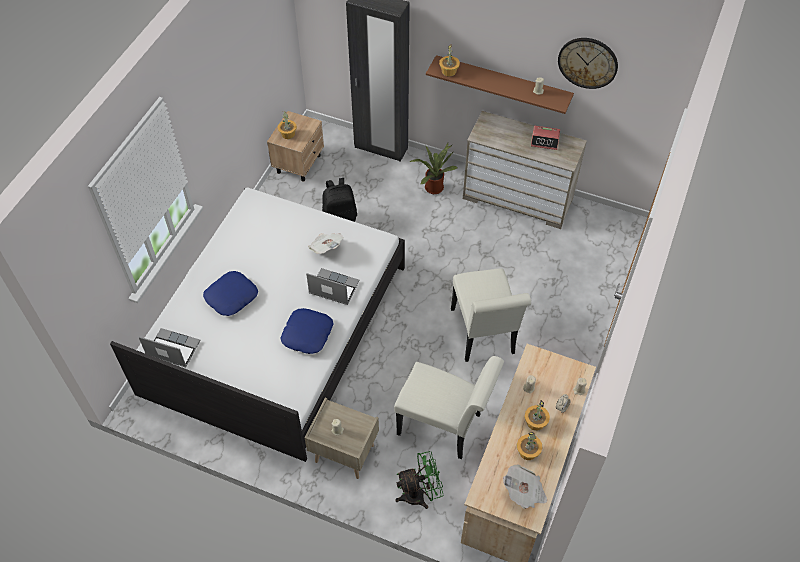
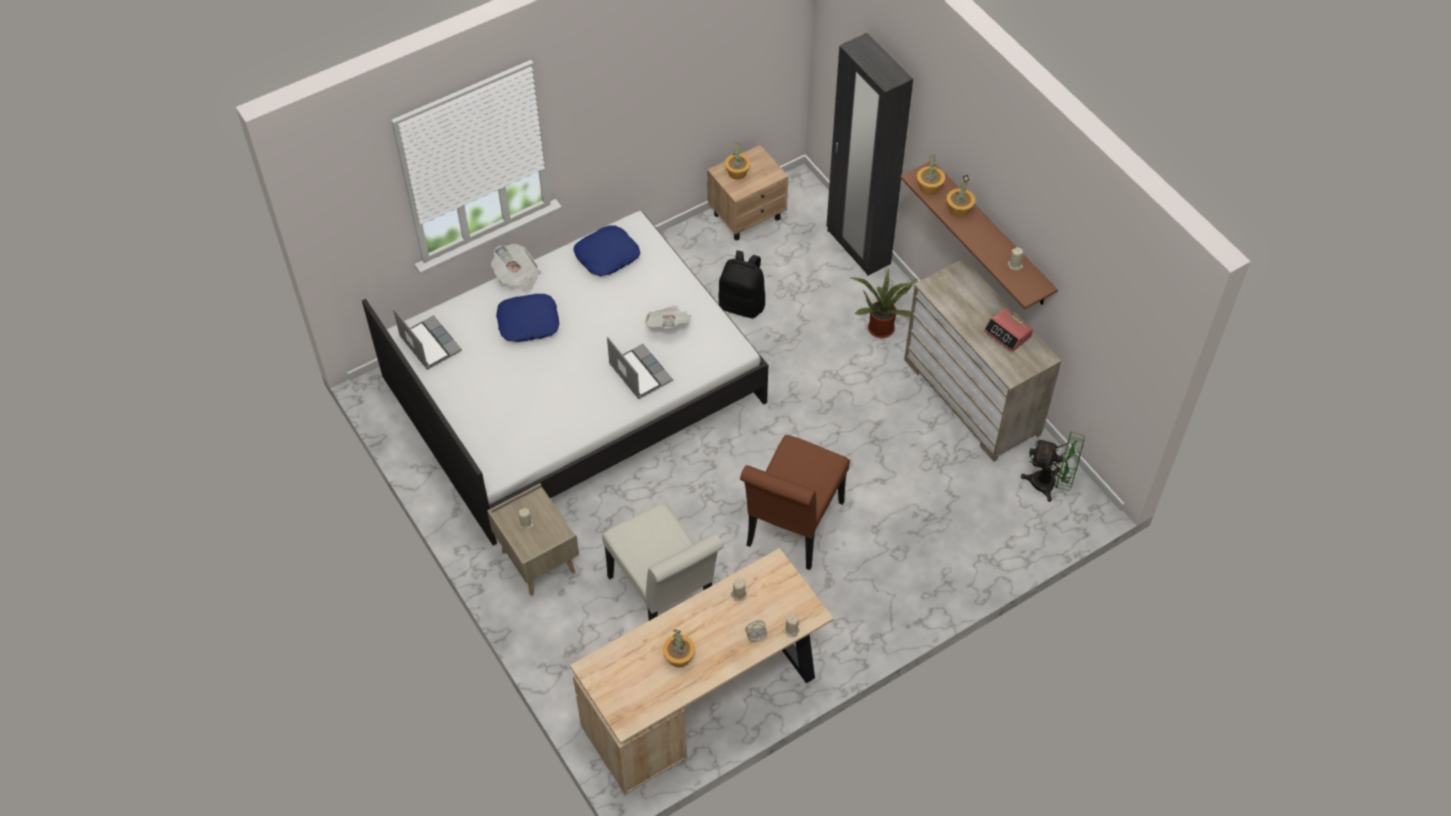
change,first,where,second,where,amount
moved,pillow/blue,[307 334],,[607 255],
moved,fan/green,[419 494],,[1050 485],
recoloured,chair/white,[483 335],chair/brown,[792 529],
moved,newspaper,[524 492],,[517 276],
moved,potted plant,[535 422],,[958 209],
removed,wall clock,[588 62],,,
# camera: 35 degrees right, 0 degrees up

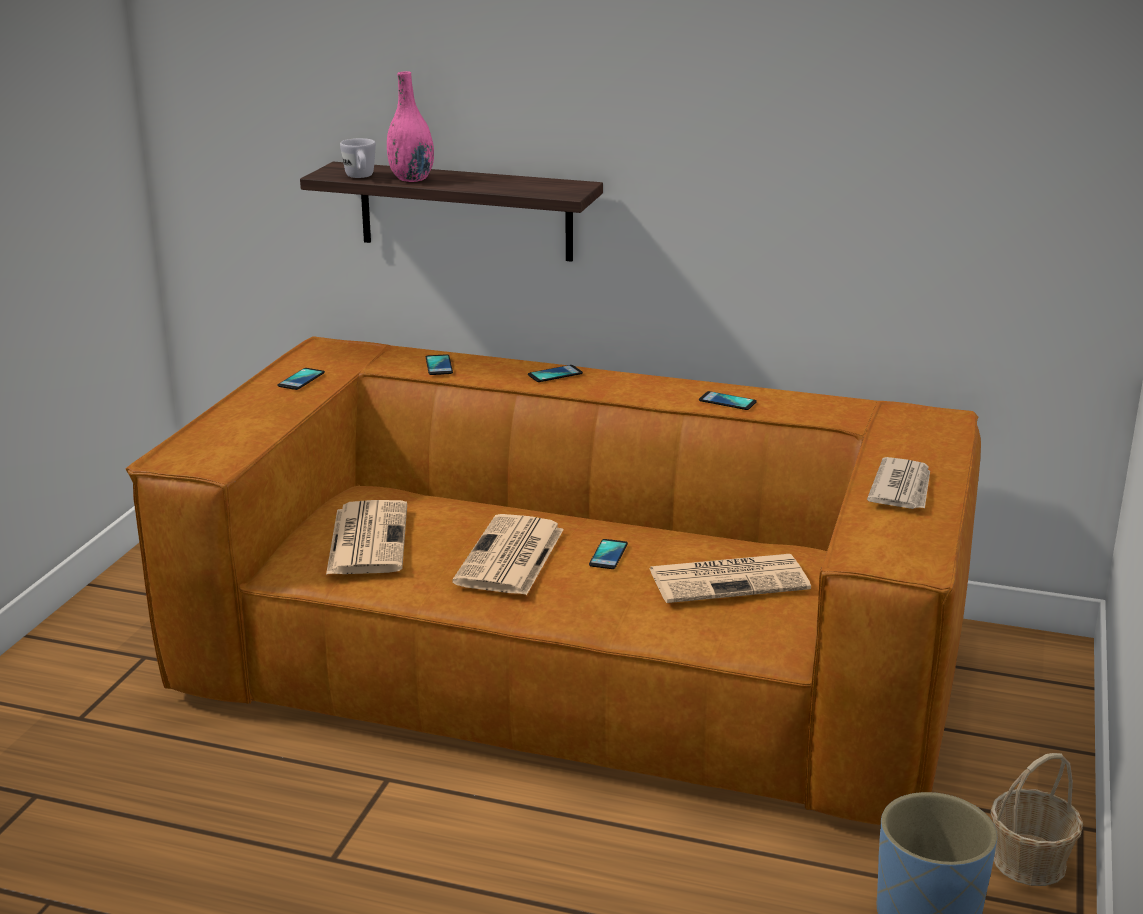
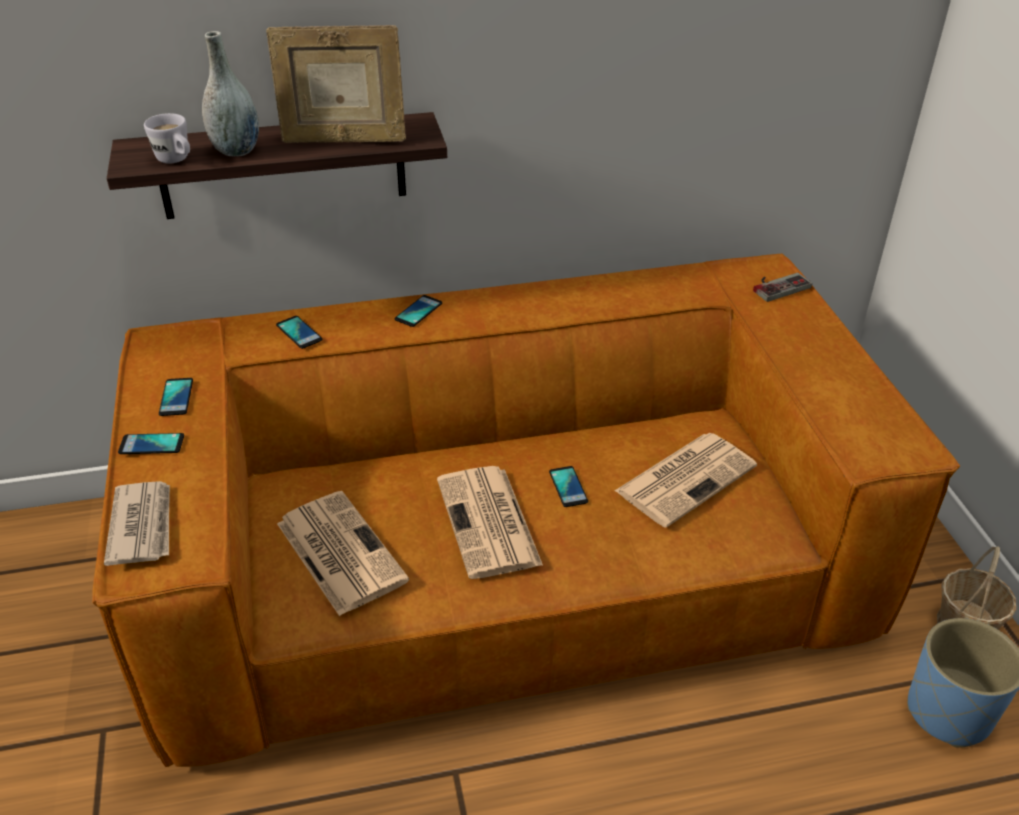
change,first,where,second,where,amount
recoloured,vase/pink,[411 179],vase/grey,[236 150],
moved,phone,[727 401],,[151 444],
moved,newspaper,[902 488],,[142 525],
added,,,picture frame,[343 140],
added,,,game controller,[777 285],
# camera: 30 degrees left, 15 degrees up

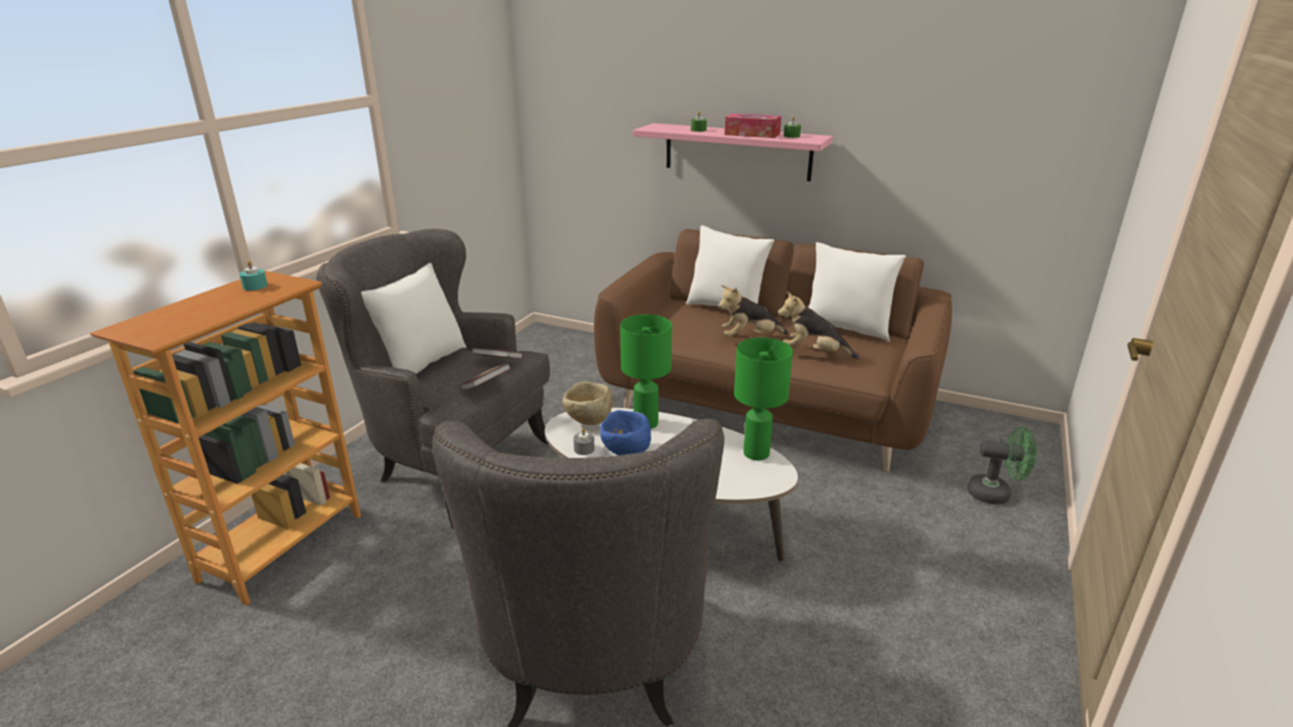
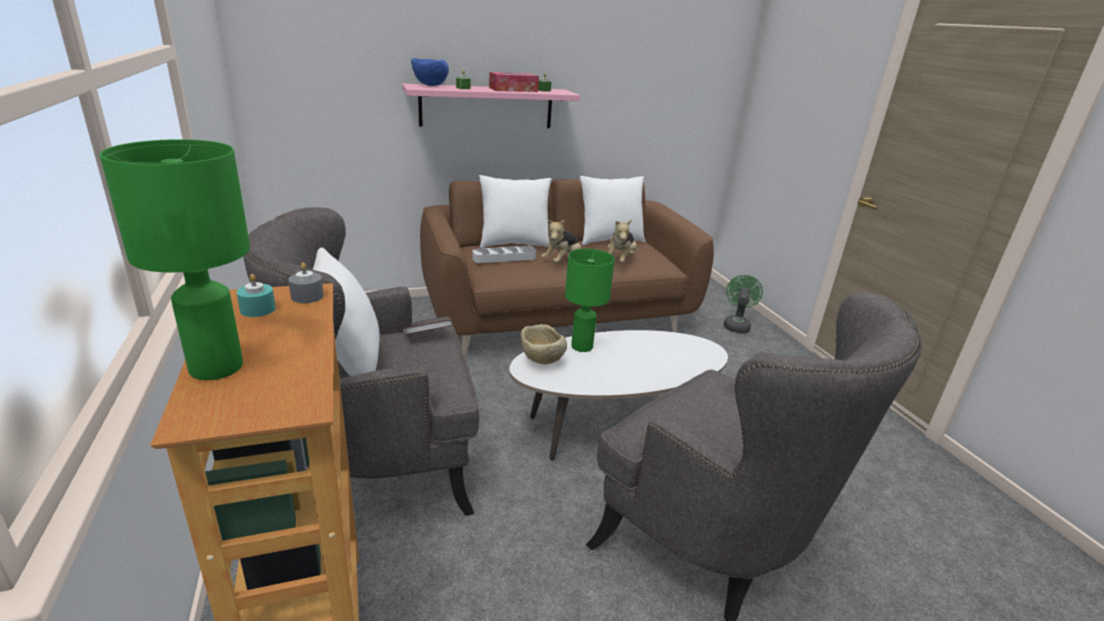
change,first,where,second,where,amount
removed,book,[486 386],,,
moved,candle/grey,[584 449],,[307 296],
moved,bowl/blue,[626 452],,[429 86],
moved,table lamp/green,[755 453],,[214 368],
turned,plush toy,[814 353],,[620 260],45 degrees counterclockwise
turned,fan/green,[996 494],,[736 325],45 degrees counterclockwise
added,,,tray/grey,[504 258],
# camera: 45 degrees left, 0 degrees up

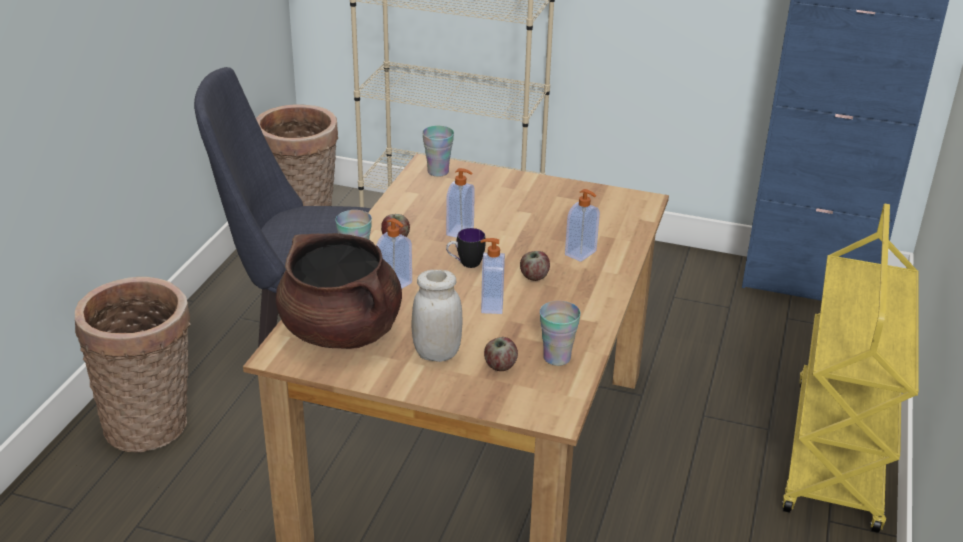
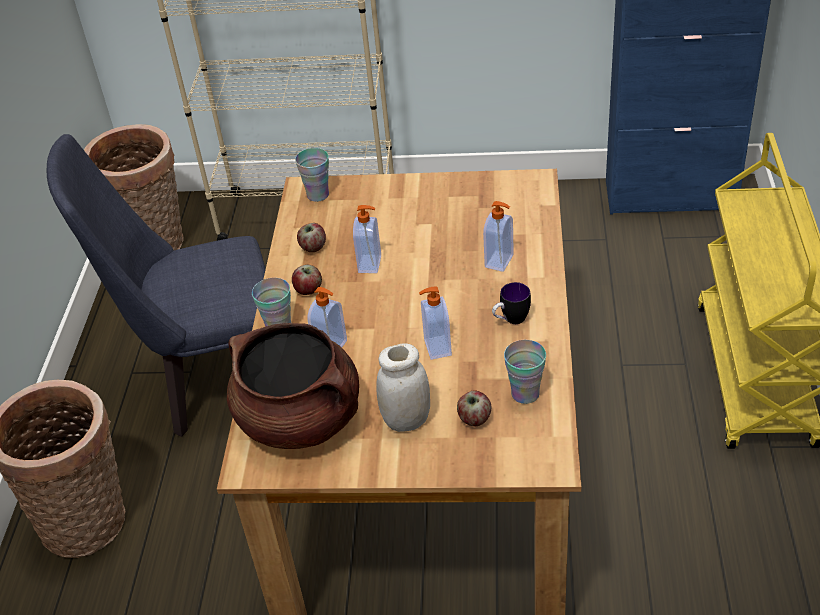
change,first,where,second,where,amount
moved,mug,[465 264],,[510 320],
moved,apple,[534 277],,[313 247],
# camera: 10 degrees left, 10 degrees up

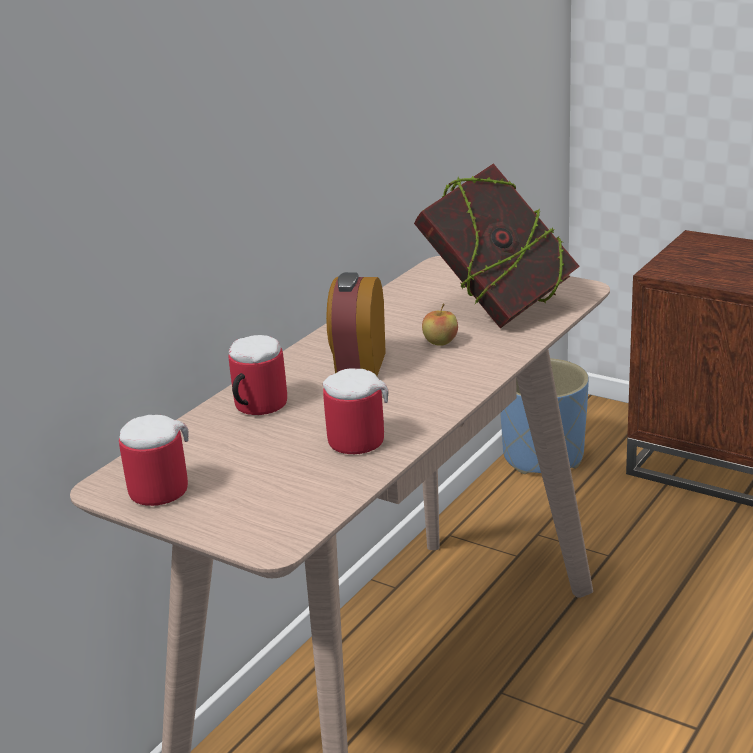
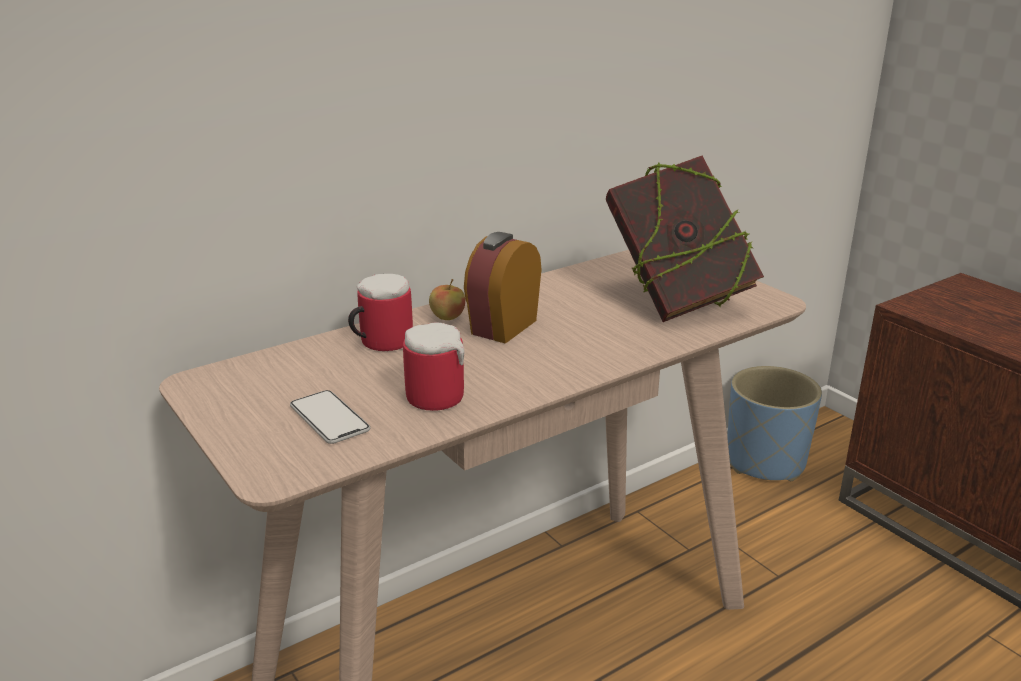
change,first,where,second,where,amount
removed,mug,[156 487],,,
moved,apple,[440 342],,[447 317],
added,,,phone,[329 418],
# camera: 20 degrees right, 0 degrees up

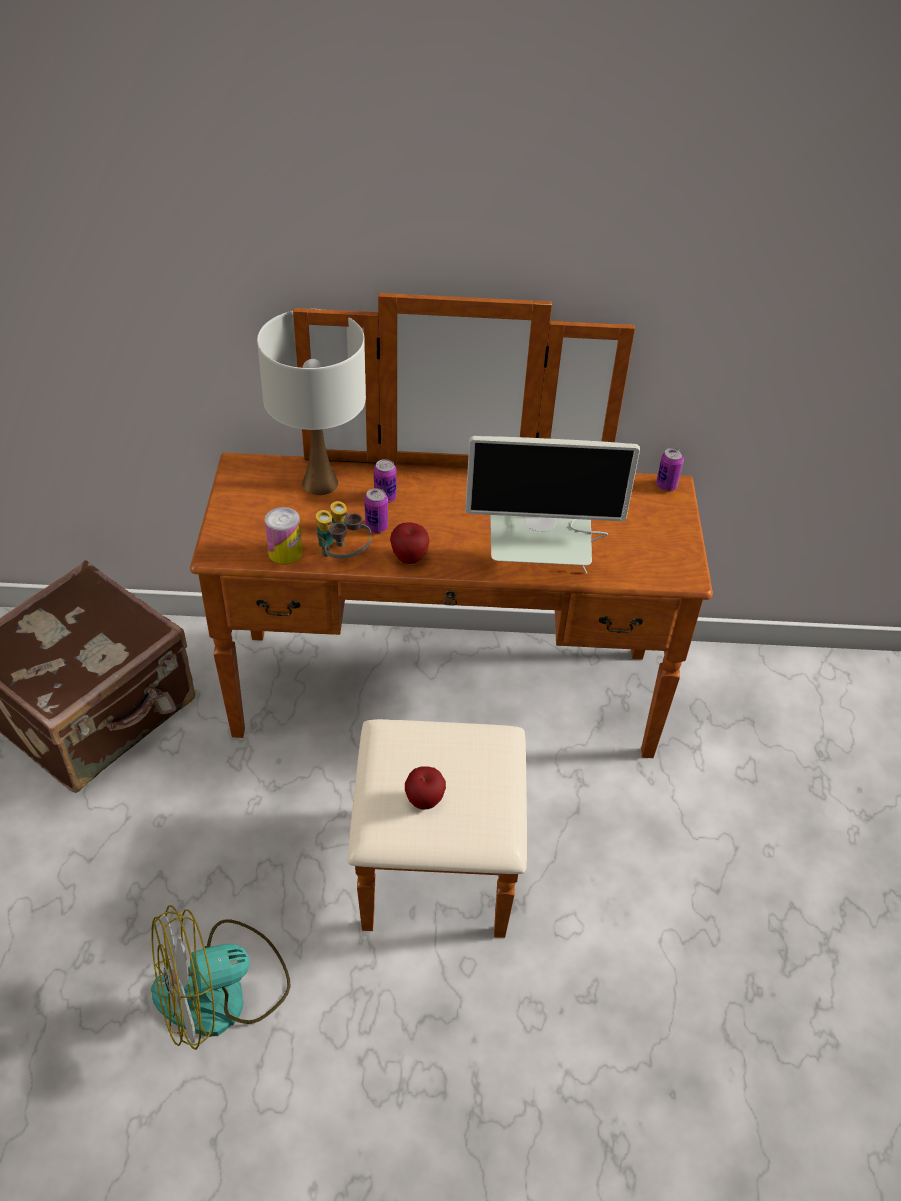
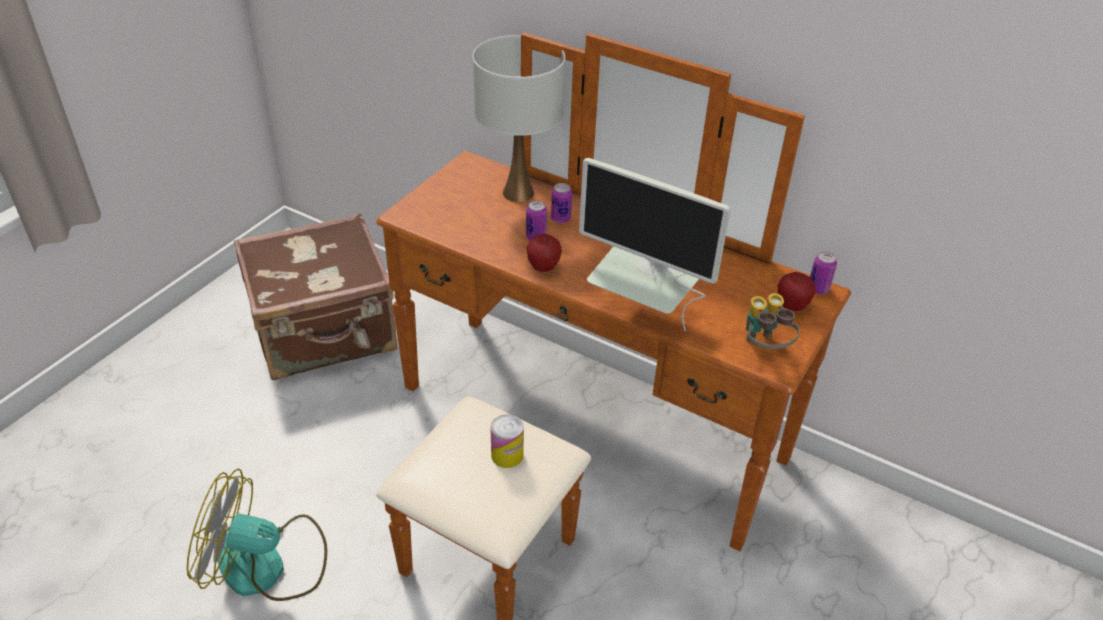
change,first,where,second,where,amount
moved,can,[285 552],,[507 455],
moved,binoculars,[342 557],,[764 347],
moved,apple,[424 801],,[791 306],
# camera: 30 degrees right, 5 degrees down

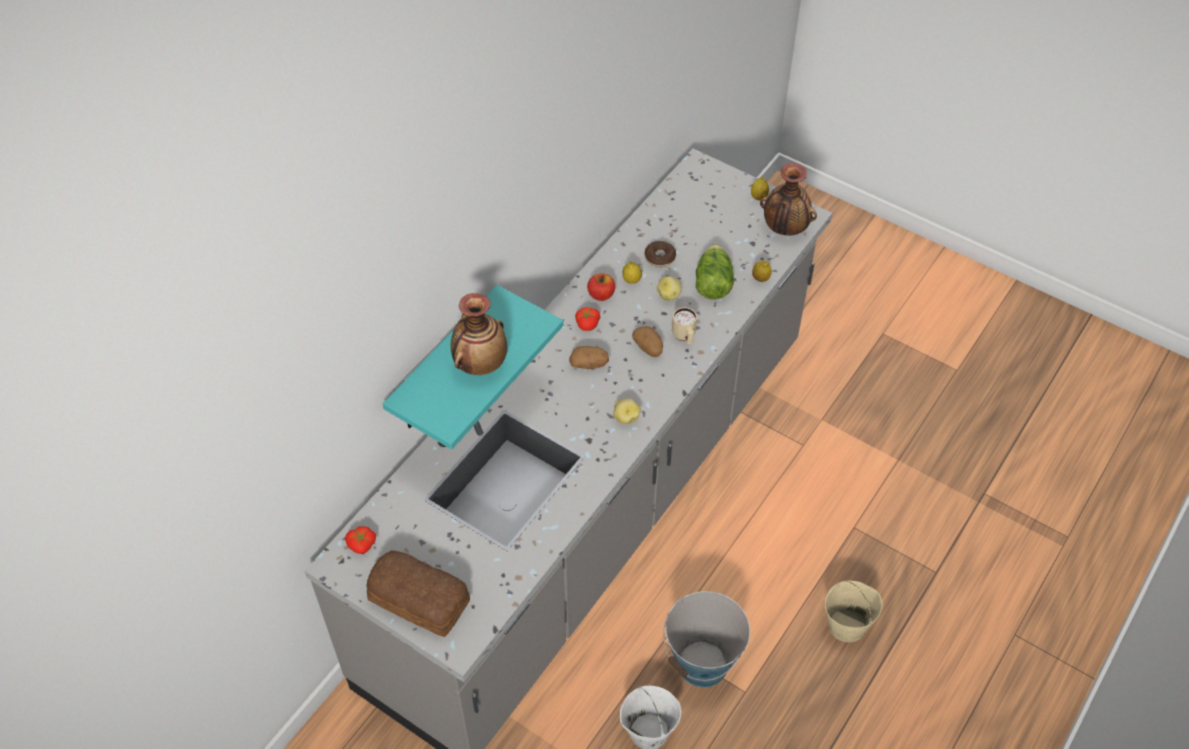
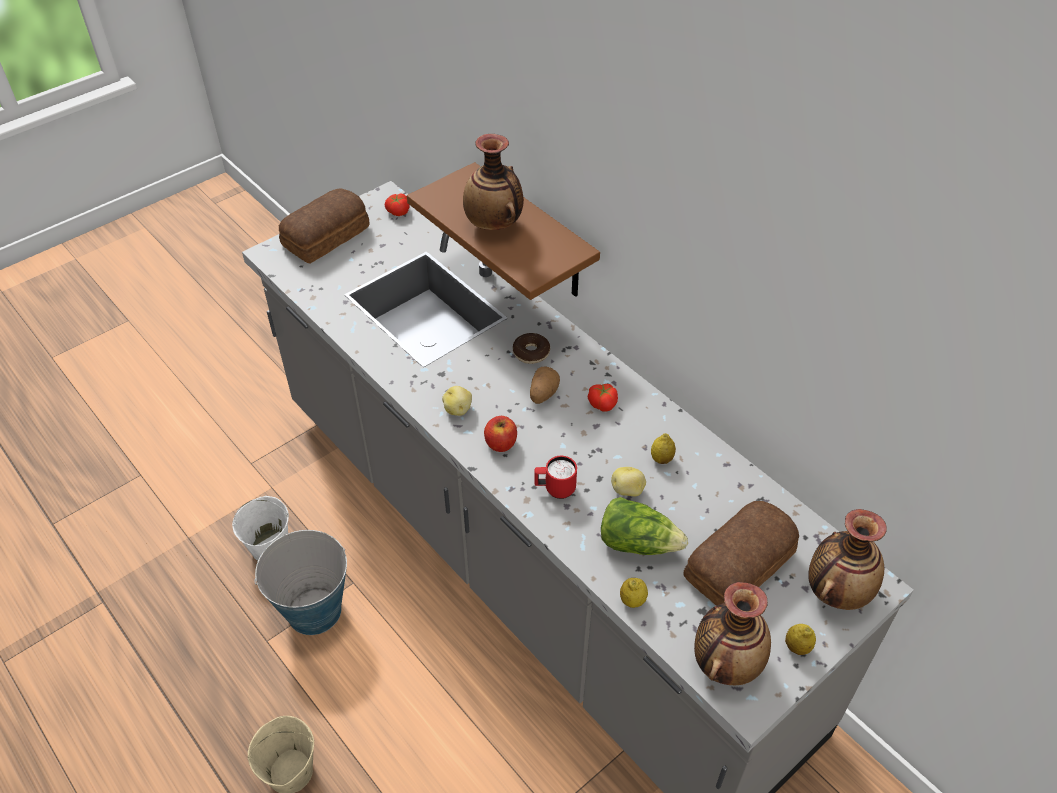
change,first,where,second,where,amount
recoloured,shelf/turquoise,[444 363],shelf/brown,[534 234],
moved,apple,[601 295],,[500 443],
removed,potato,[648 348],,,
moved,donut,[660 257],,[531 353],
recoloured,mug/beige,[684 337],mug/red,[555 489],
added,,,bread,[742 565],
added,,,vase,[836 590],
# camera: 105 degrees right, 5 degrees down

